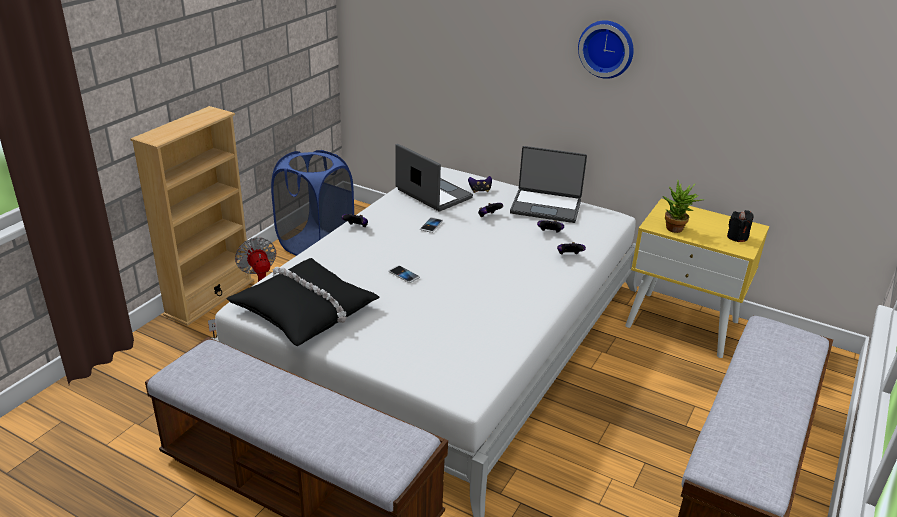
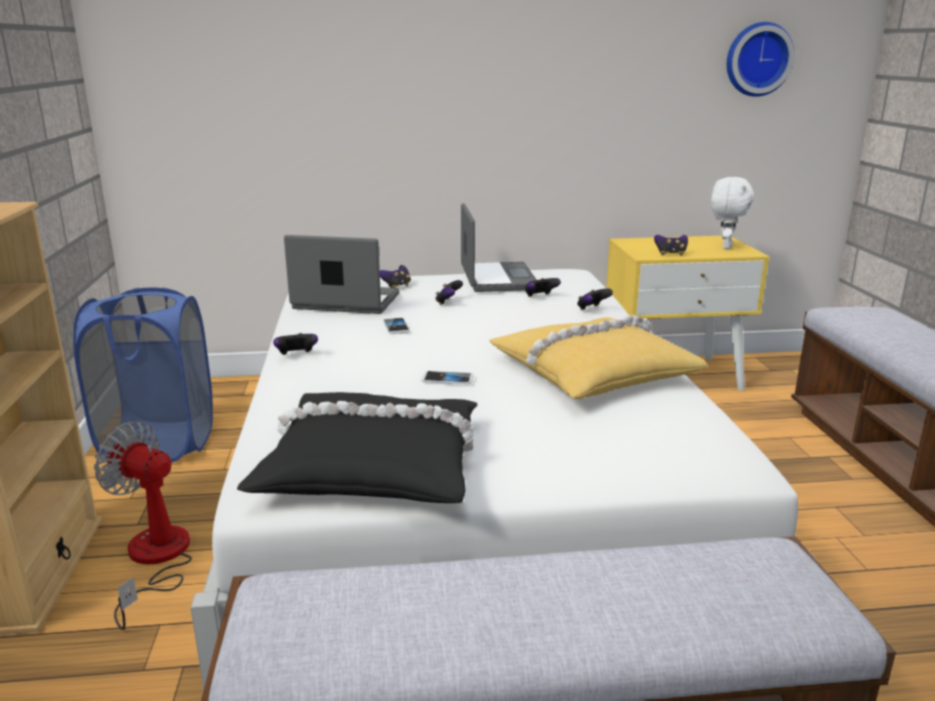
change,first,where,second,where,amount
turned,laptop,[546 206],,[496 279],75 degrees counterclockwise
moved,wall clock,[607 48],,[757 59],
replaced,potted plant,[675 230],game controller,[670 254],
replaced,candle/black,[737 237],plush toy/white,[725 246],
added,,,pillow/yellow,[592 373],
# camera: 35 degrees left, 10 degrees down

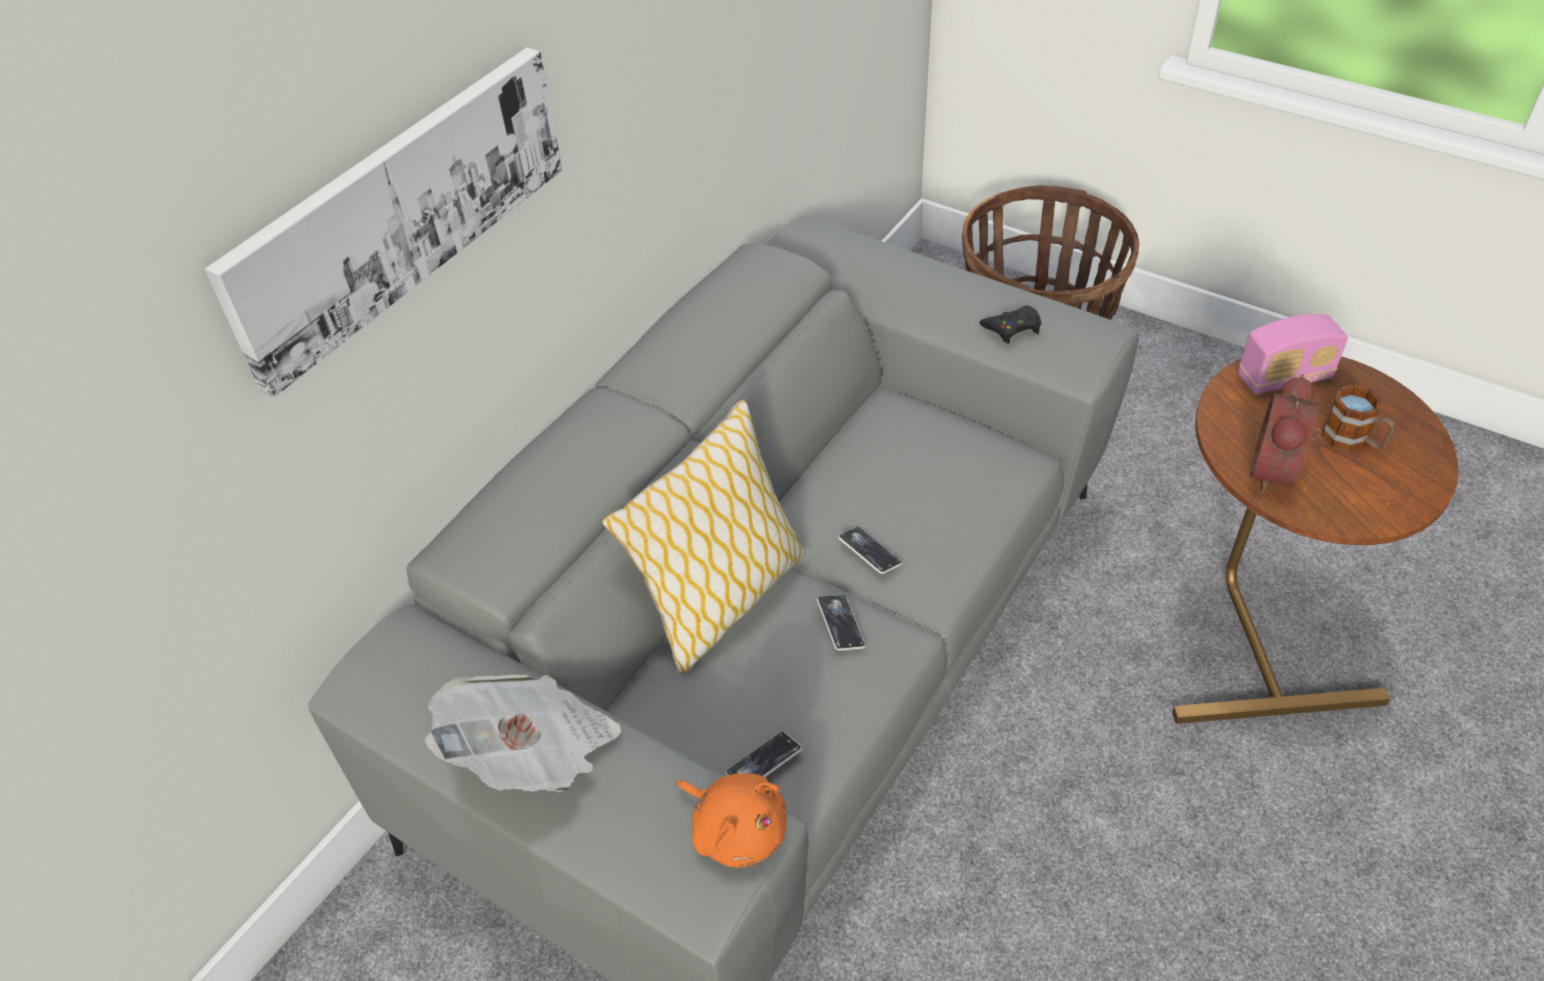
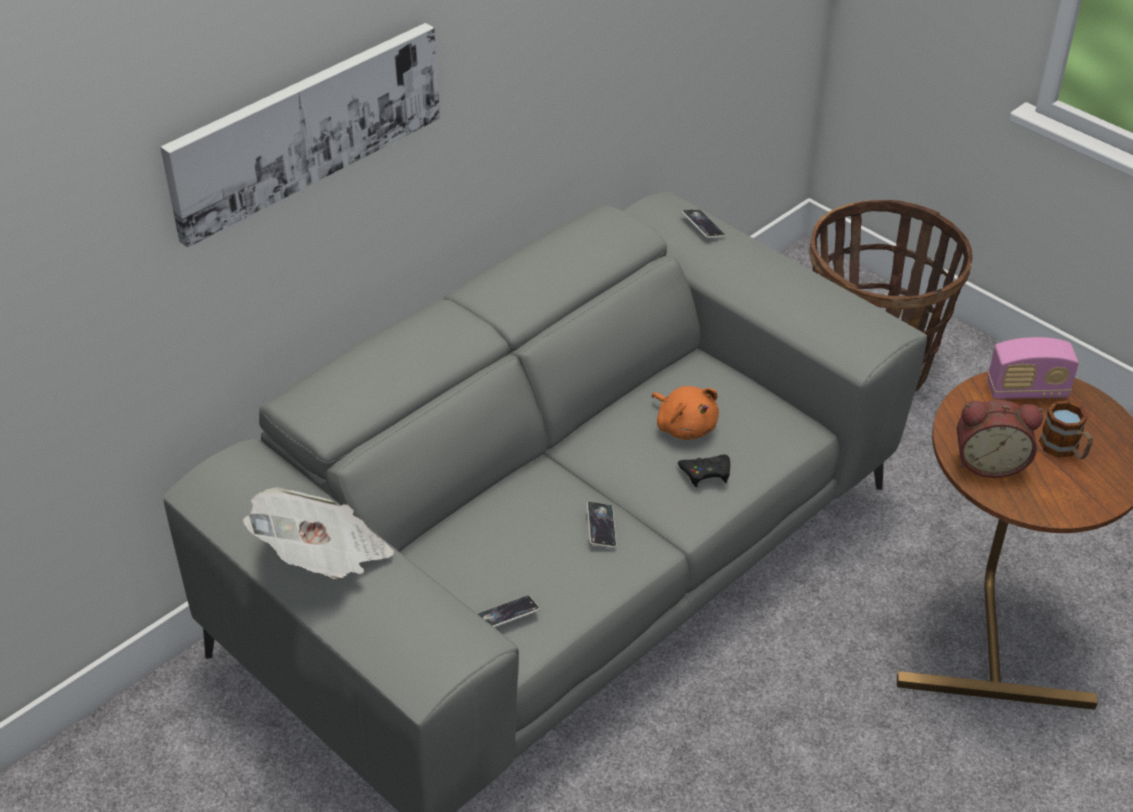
change,first,where,second,where,amount
removed,pillow,[721 600],,,
moved,plush toy/orange,[736 830],,[684 426],
moved,phone,[869 553],,[703 226],
moved,game controller/black,[1012 328],,[706 473],
turned,alarm clock,[1278 471],,[989 462],120 degrees counterclockwise
# camera: 10 degrees right, 5 degrees down

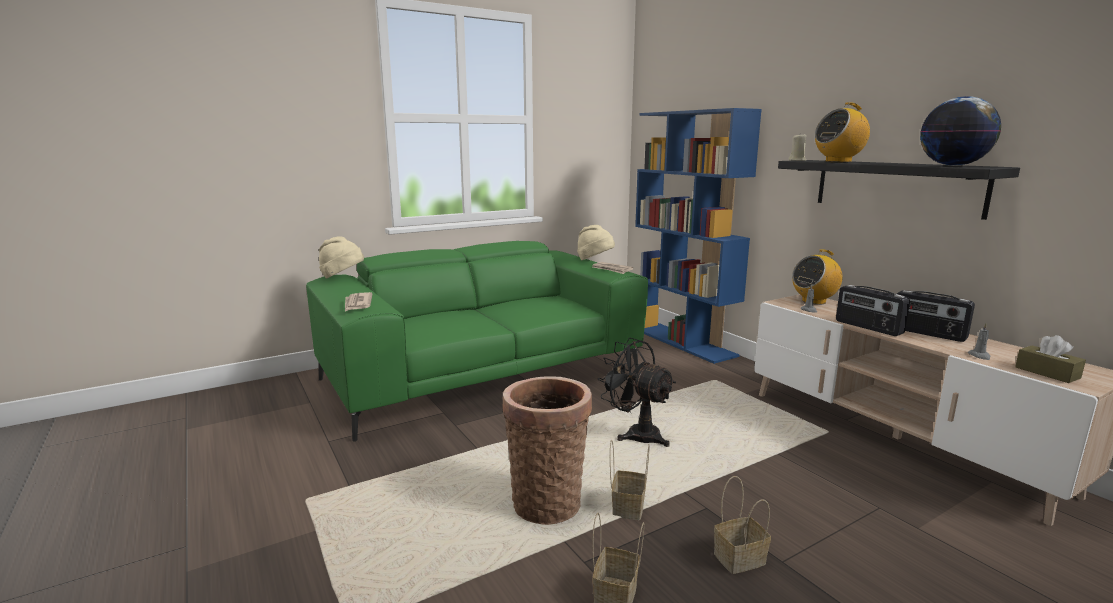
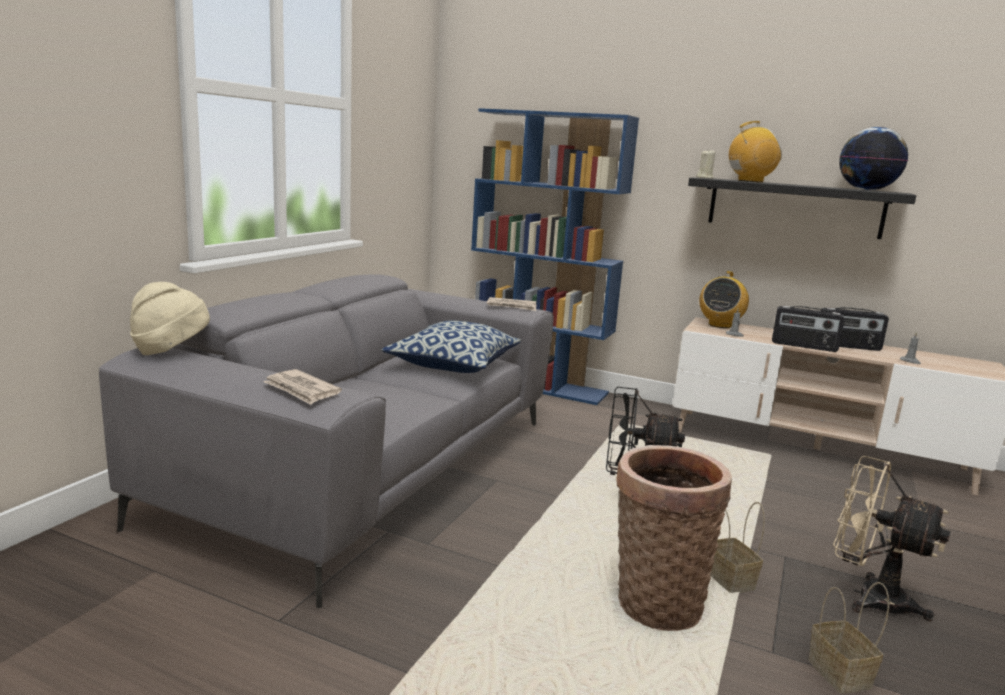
change,first,where,second,where,amount
recoloured,sofa/green,[483 374],sofa/grey,[370 468],
removed,hat/beige,[595 261],,,
replaced,basket,[738 559],fan/beige,[868 596],
turned,radio,[838 161],,[750 181],135 degrees counterclockwise
removed,tissue box/brown,[1047 373],,,
added,,,pillow,[453 364],
# camera: 35 degrees left, 0 degrees up

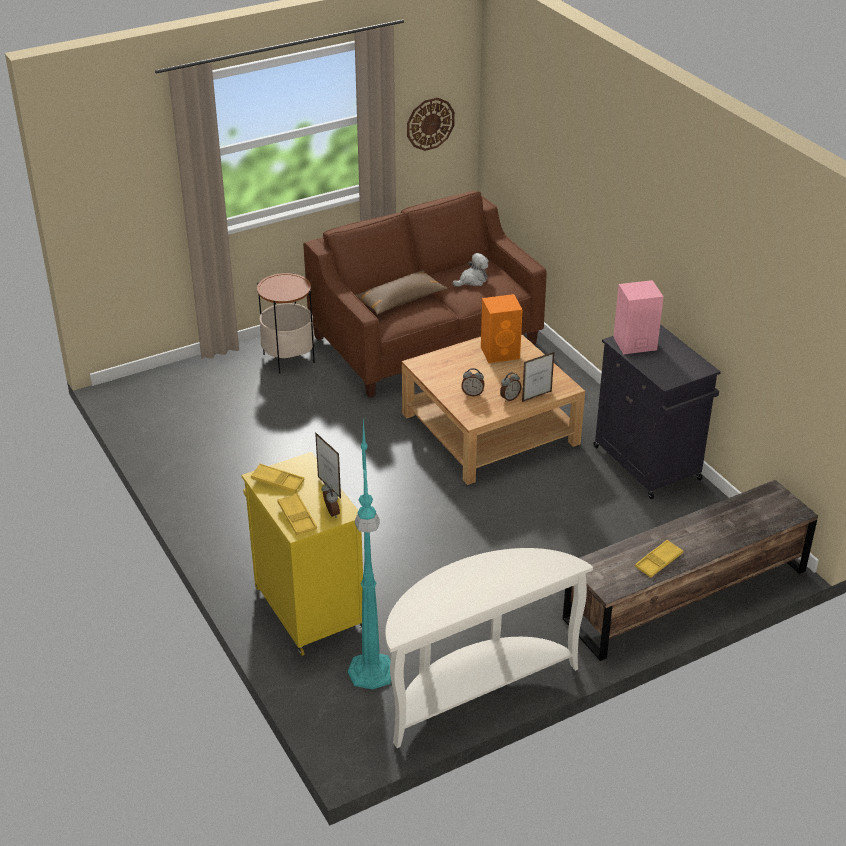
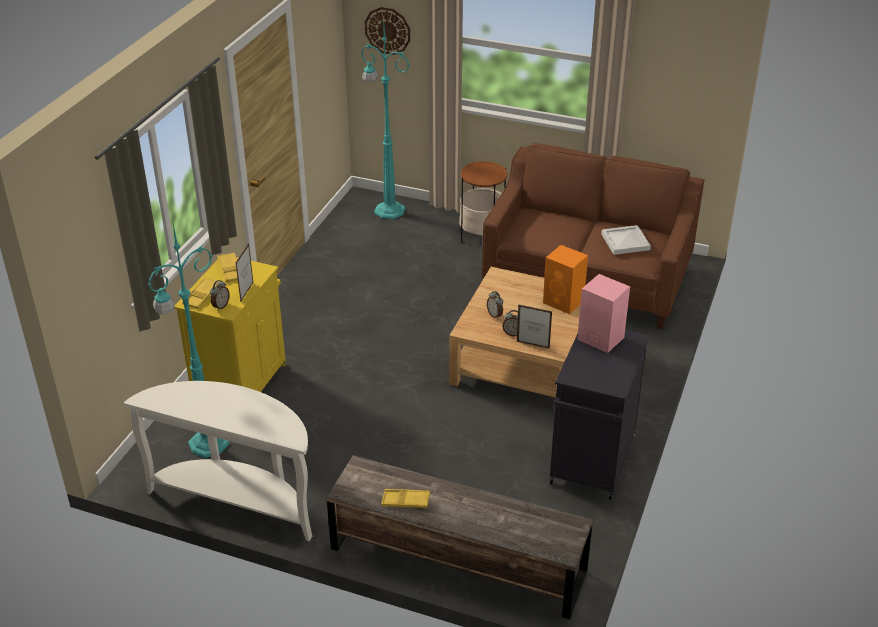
change,first,where,second,where,amount
removed,pillow/brown,[400 300],,,
moved,wall clock,[430 123],,[387 30],
replaced,plush toy,[472 280],tray/white,[624 241],
added,,,floor lamp/turquoise,[388 210],
# camera: 50 degrees right, 0 degrees up

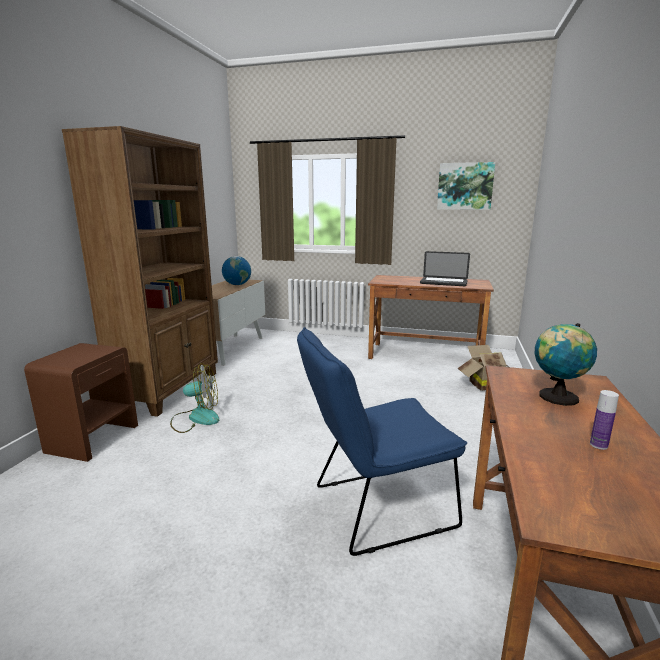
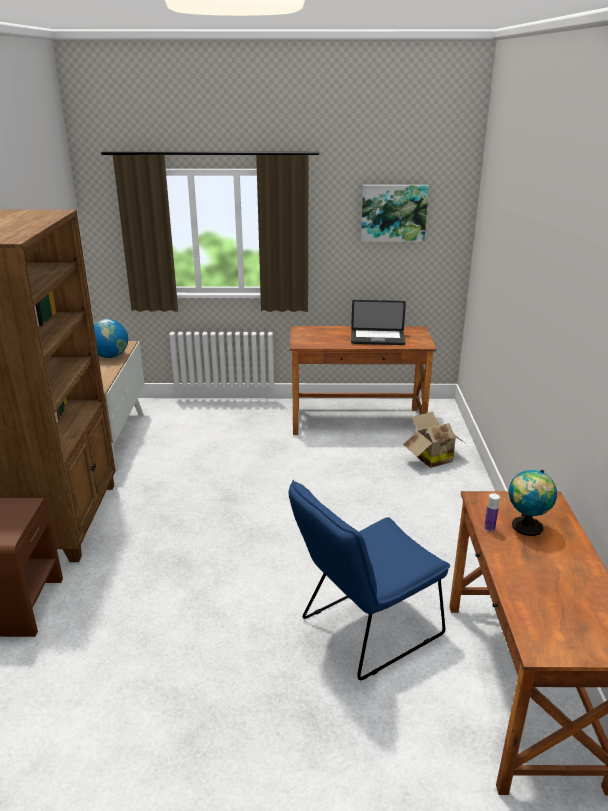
change,first,where,second,where,amount
removed,fan,[196 418],,,
moved,bottle,[598 445],,[489 528],
# camera: 15 degrees left, 10 degrees up

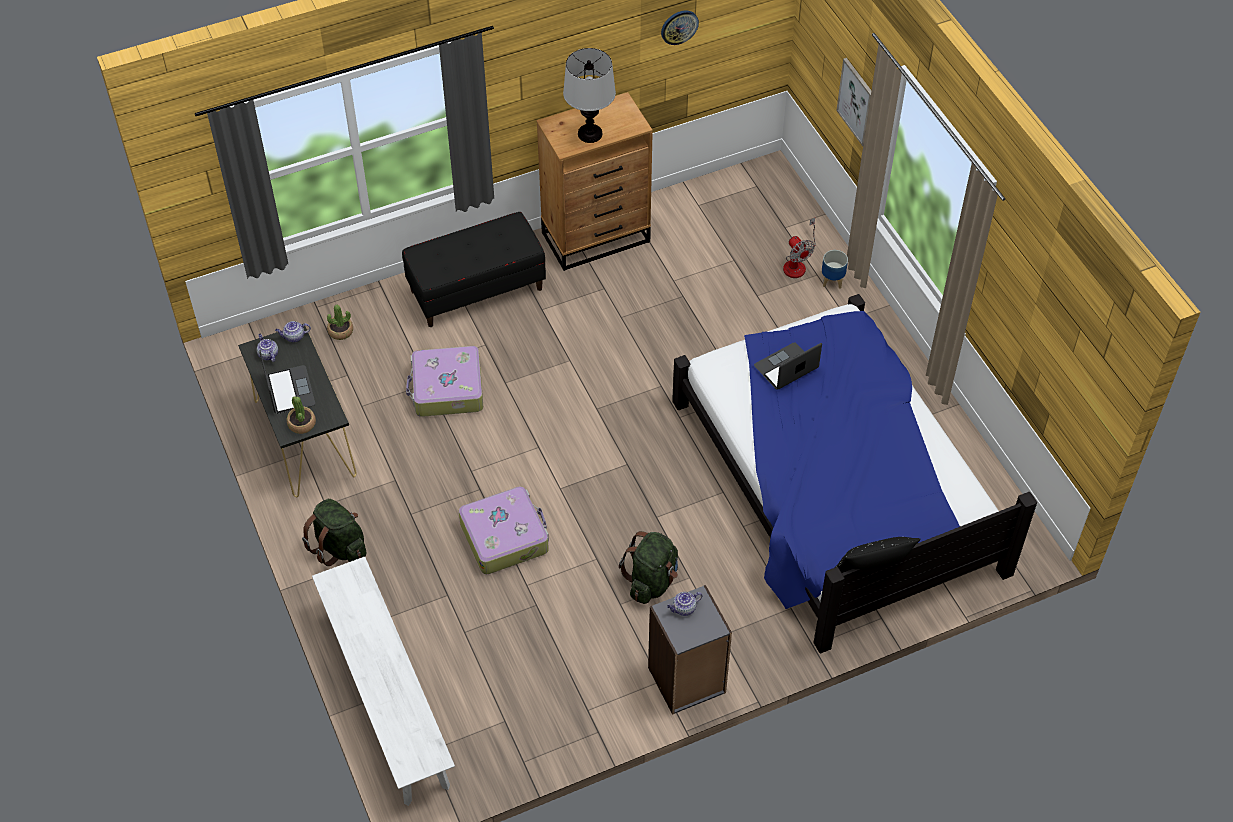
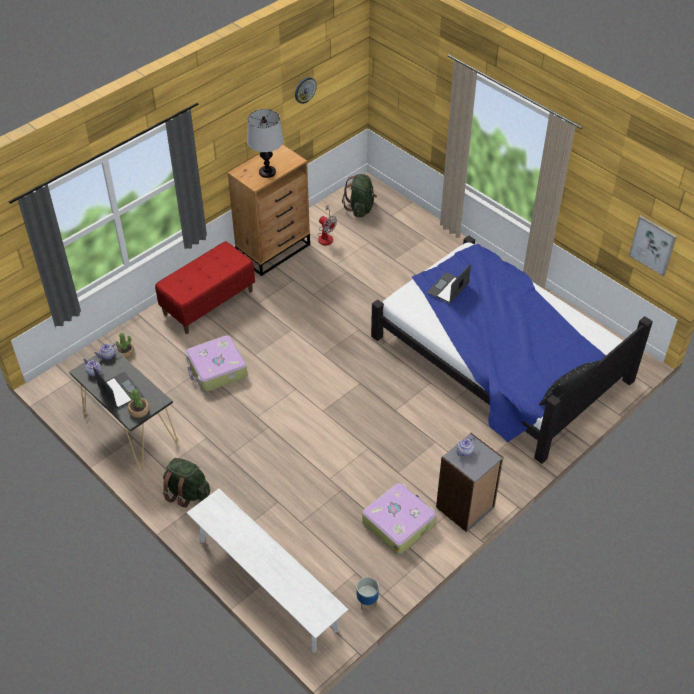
change,first,where,second,where,amount
recoloured,bench/black,[476 289],bench/red,[208 302],
moved,suitcase,[505 536],,[398 523],
moved,backpack/green,[652 581],,[360 208],
moved,fan,[797 263],,[326 236],
moved,planter,[832 281],,[367 601],
moved,picture,[856 101],,[653 245],
# camera: 20 degrees left, 5 degrees down

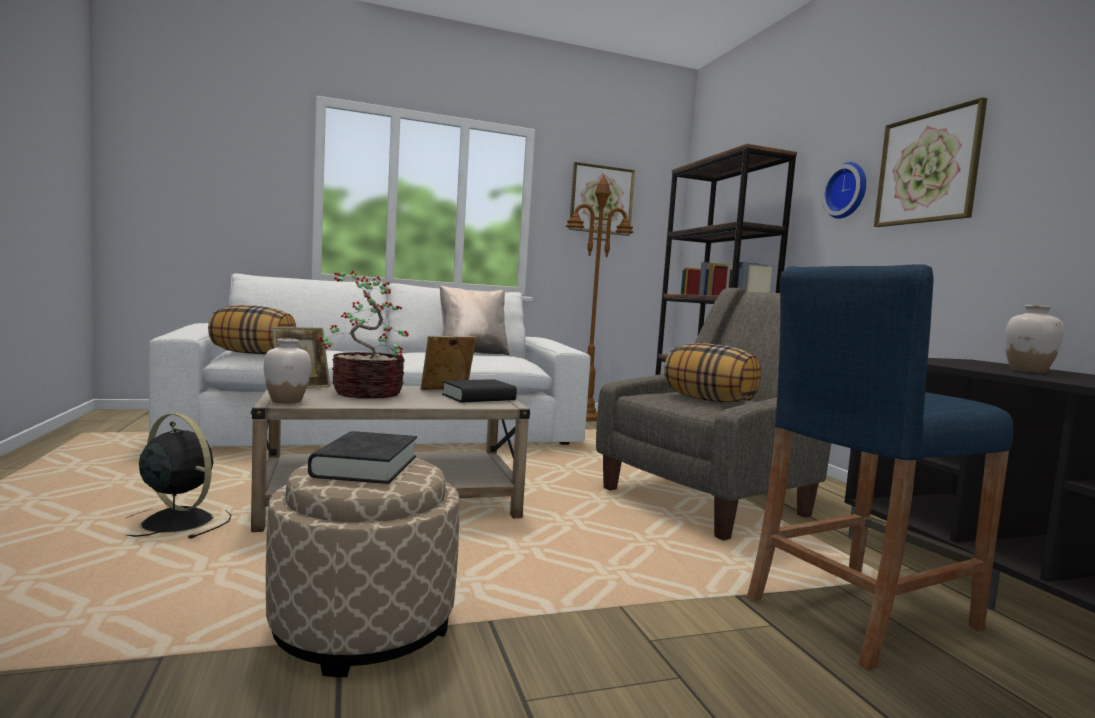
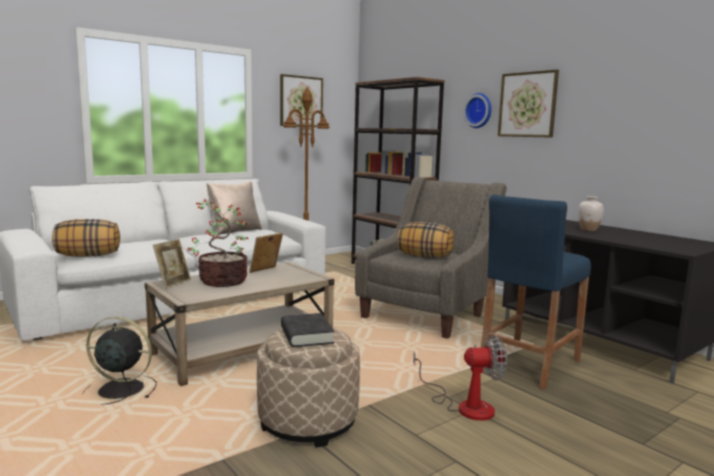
change,first,where,second,where,amount
removed,vase/white,[286 401],,,
removed,book/black,[478 397],,,
added,,,fan,[465 405],
# camera: 20 degrees left, 5 degrees up

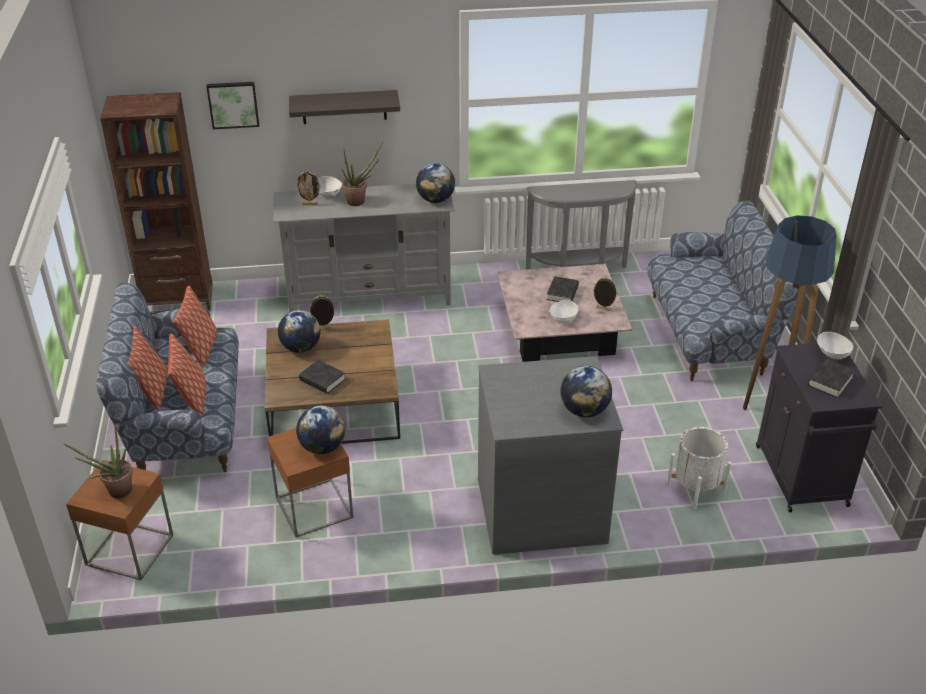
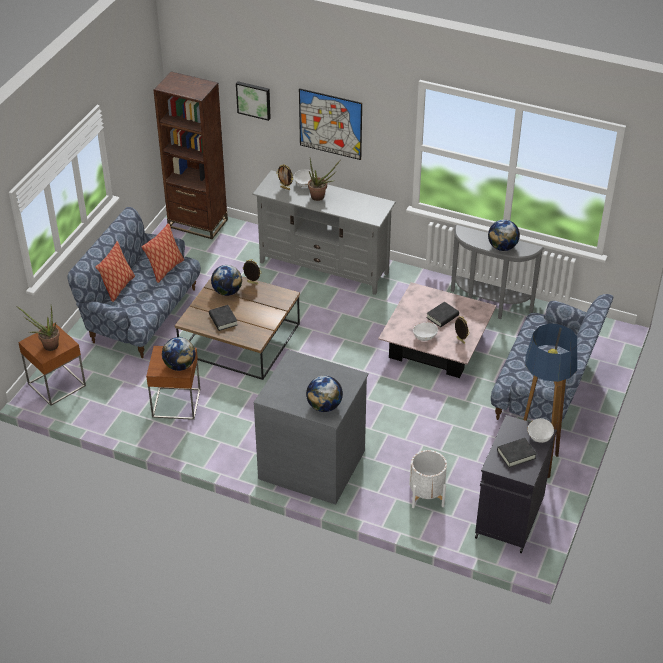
change,first,where,second,where,amount
removed,pillow,[191 399],,,
replaced,shelf,[344 107],picture,[330 124],
moved,globe,[435 200],,[502 247],
# camera: 30 degrees right, 5 degrees up

